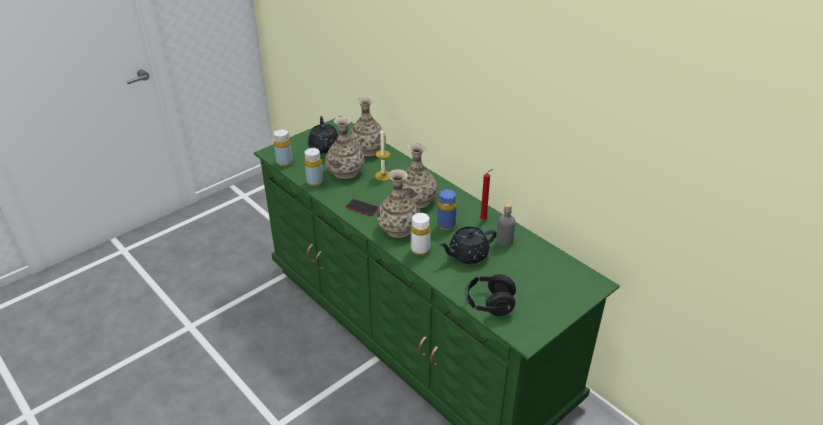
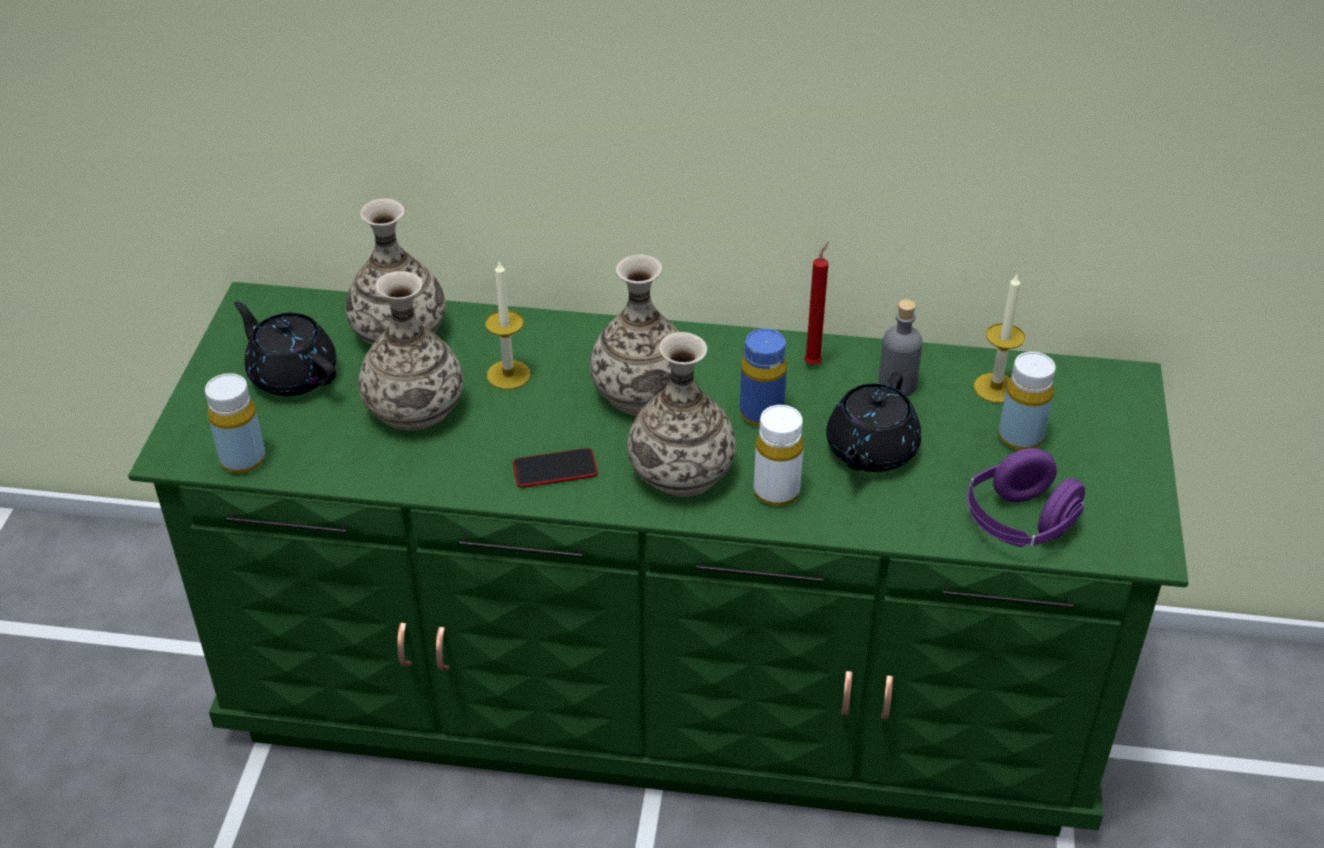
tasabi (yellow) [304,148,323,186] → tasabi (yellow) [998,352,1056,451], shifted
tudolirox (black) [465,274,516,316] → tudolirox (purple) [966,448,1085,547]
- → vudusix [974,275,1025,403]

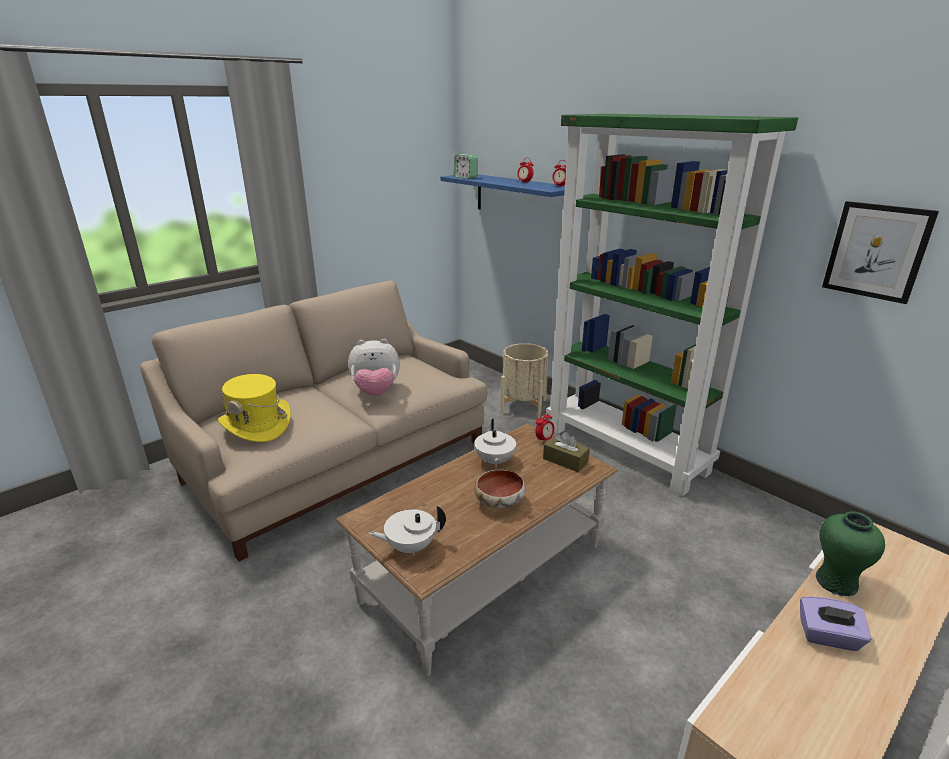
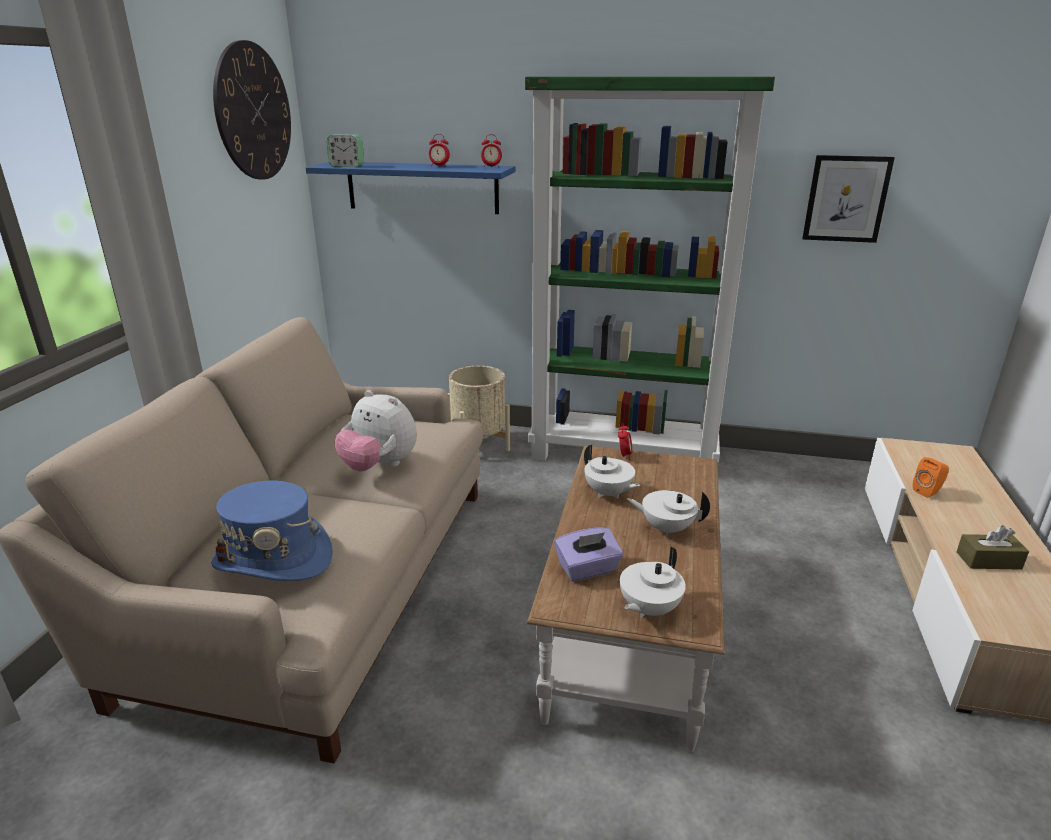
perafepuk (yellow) [218,374,291,442] → perafepuk (blue) [211,481,333,581]
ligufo [348,339,400,396] → ligufo [335,390,417,472], 75 degrees clockwise
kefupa [474,470,526,509] → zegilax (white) [627,490,710,536]
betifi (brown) [543,432,590,472] → betifi (brown) [957,525,1029,570], shifted
betifi (purple) [800,596,871,651] → betifi (purple) [555,527,623,581], shifted
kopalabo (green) [816,511,885,596] → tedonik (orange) [913,457,949,498]
- → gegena [213,40,291,180]

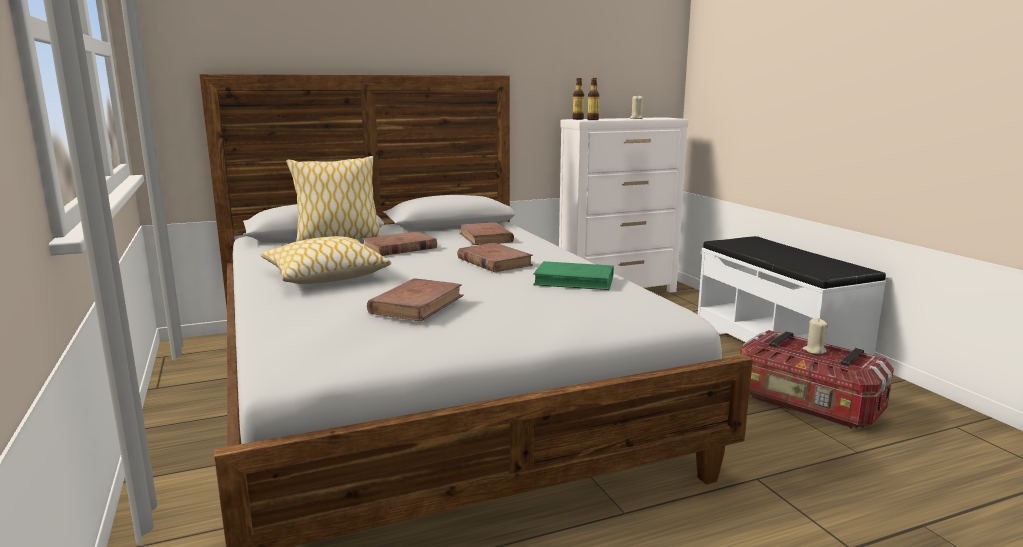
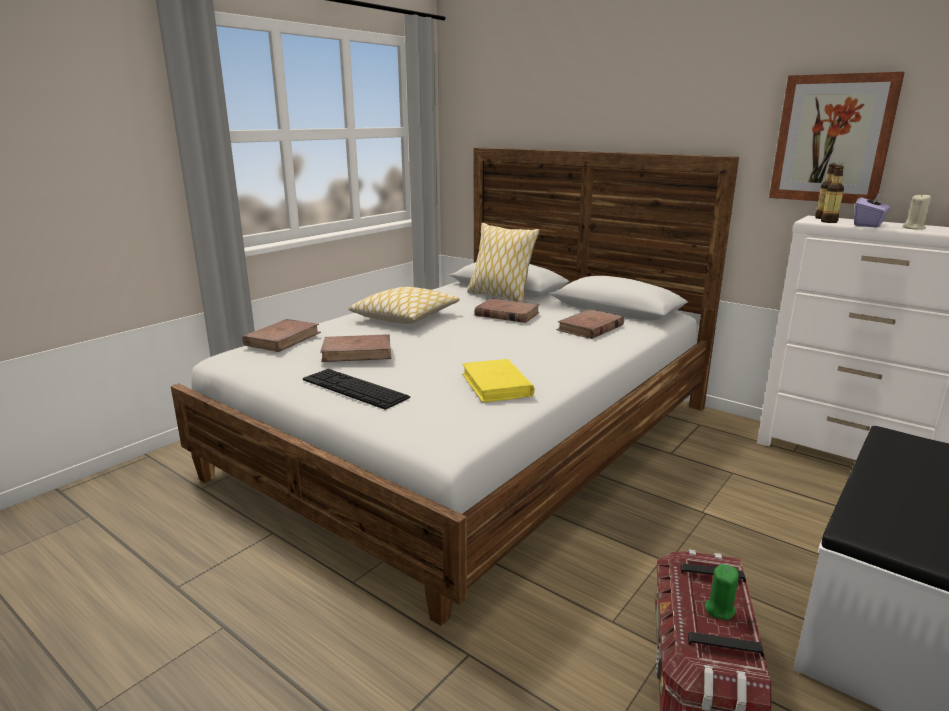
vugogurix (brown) [457,243,533,273] → vugogurix (brown) [242,319,321,352], shifted
vugogurix (green) [533,261,614,290] → vugogurix (yellow) [462,359,535,402]
vudusix (beige) [803,318,828,354] → vudusix (green) [705,564,739,620]
- → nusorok [303,369,410,410]
- → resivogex [769,72,905,204]
- → betifi (purple) [854,191,890,228]

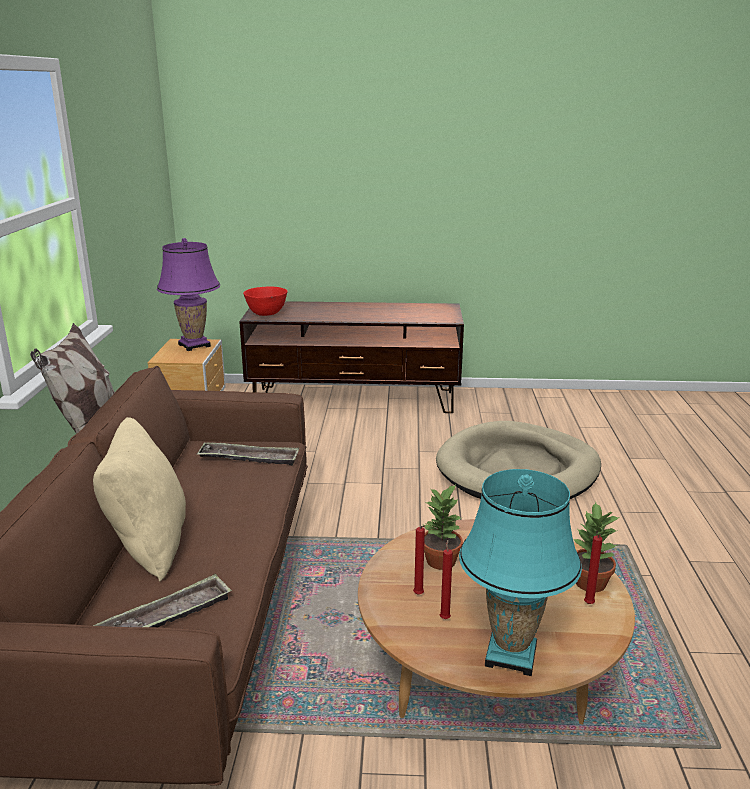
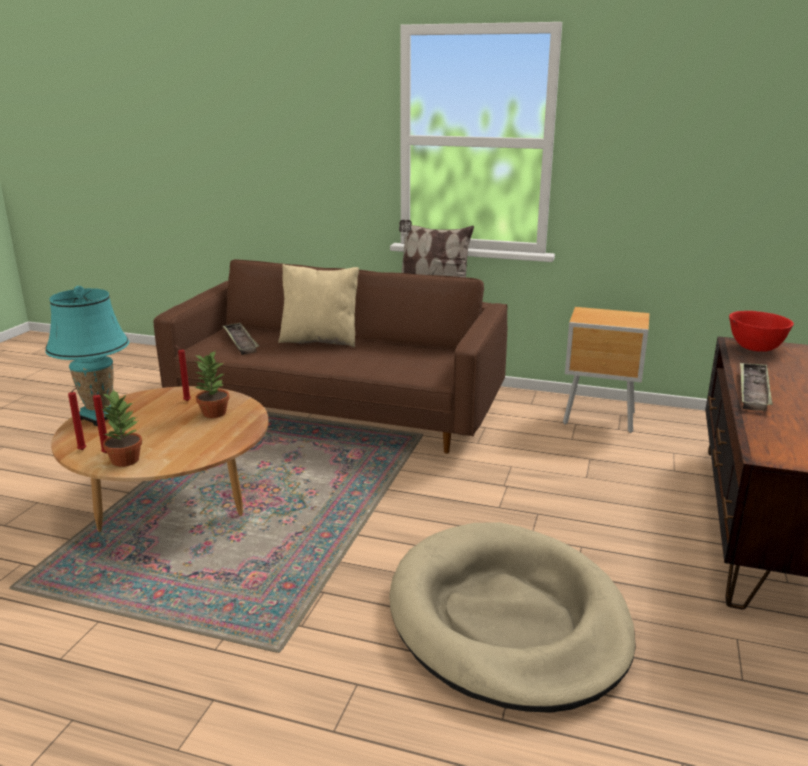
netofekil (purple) [157,238,220,351] → -
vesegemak [197,443,299,466] → vesegemak [740,362,773,411], shifted
vudusix (red) [440,539,453,619] → vudusix (red) [68,388,86,450], shifted

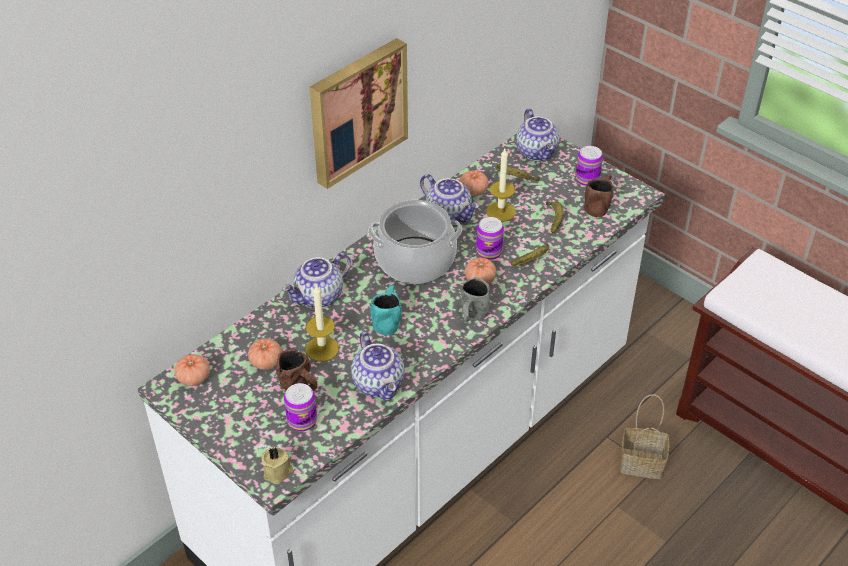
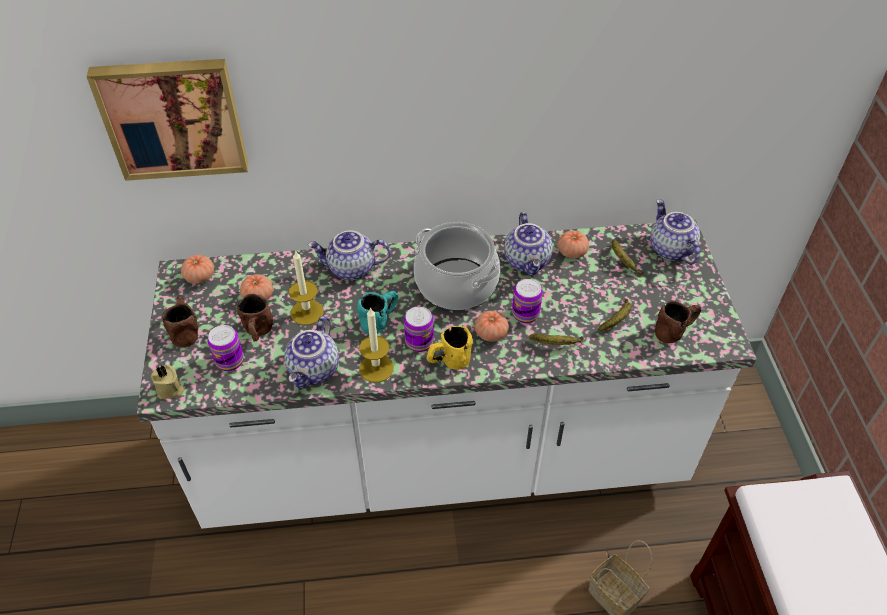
resivogex [309,38,408,189] → resivogex [86,59,248,181], shifted
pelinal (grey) [460,277,490,322] → pelinal (yellow) [427,326,473,370]
vudusix [486,149,516,222] → vudusix [359,308,394,382], shifted
zegilax [516,109,560,162] → zegilax [650,199,700,265], 135 degrees clockwise
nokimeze [576,146,603,186] → nokimeze [404,306,434,352], shifted
- → pelinal (brown) [162,295,198,347]

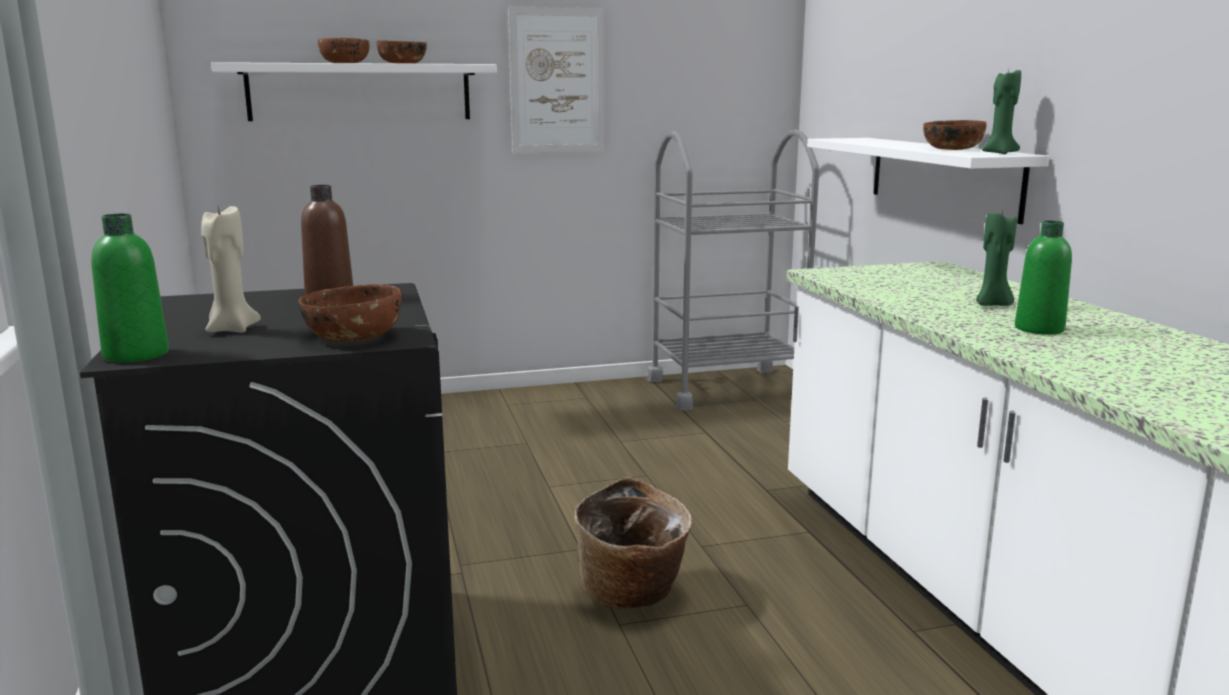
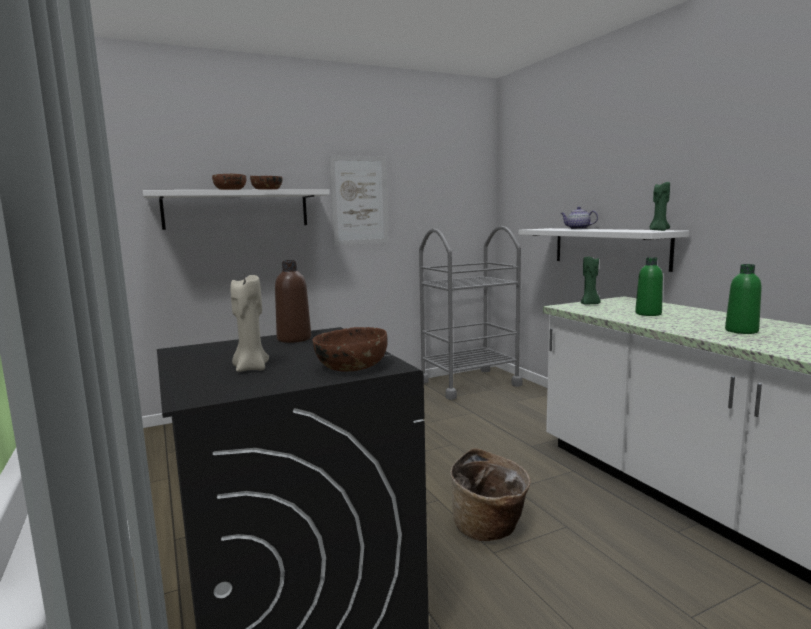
tasabi (green) [91,214,169,363] → tasabi (green) [635,257,663,316], shifted
kefupa (brown) [923,120,986,150] → -
vudusix (green) [976,210,1017,306] → vudusix (green) [581,257,601,305], shifted
- → zegilax [560,207,598,229]

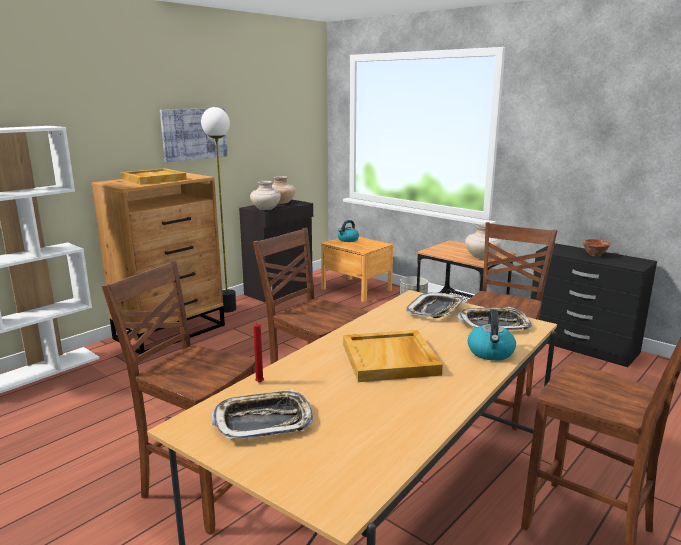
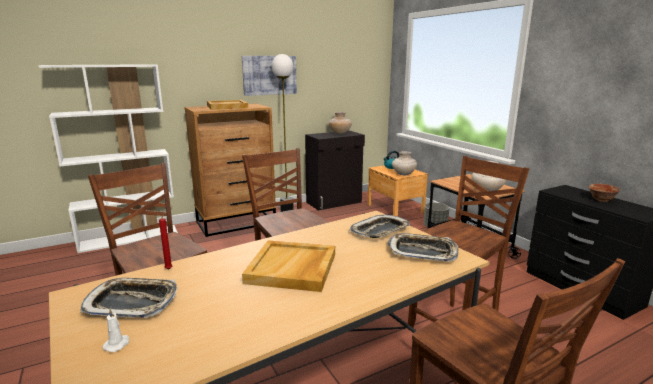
kopalabo (beige) [250,181,281,210] → kopalabo (beige) [392,151,417,175], shifted
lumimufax [468,309,516,361] → -
- → vudusix (white) [103,308,129,352]

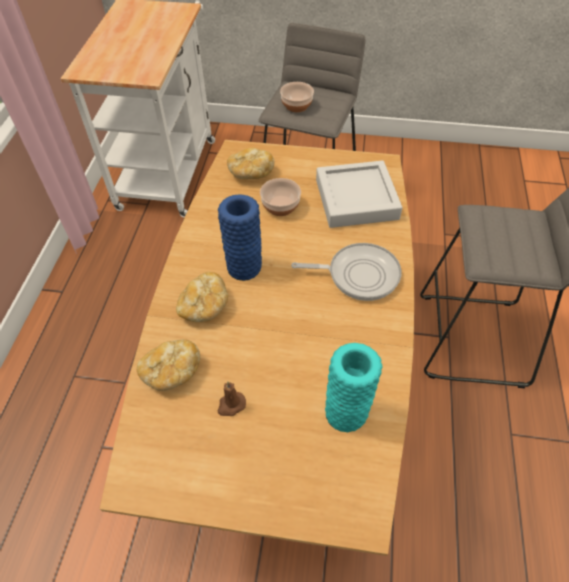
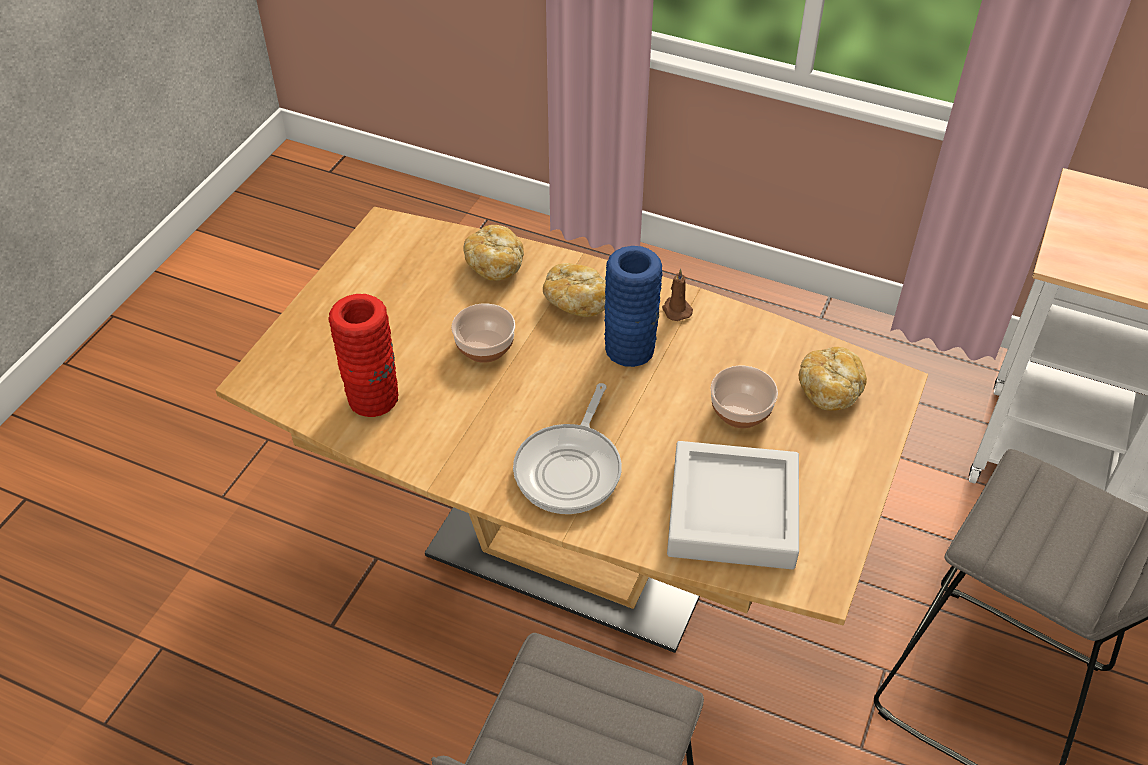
vudusix (brown) [218,382,246,416] → vudusix (brown) [662,269,693,321], shifted
kefupa [280,82,314,112] → kefupa [451,304,515,363], shifted
kopalabo (turquoise) [325,343,383,432] → kopalabo (red) [328,294,399,417]

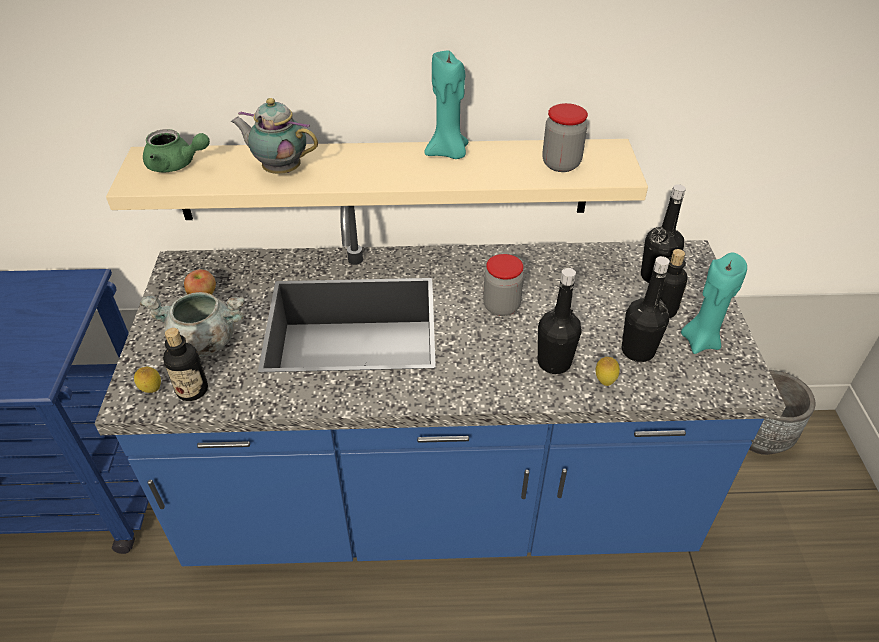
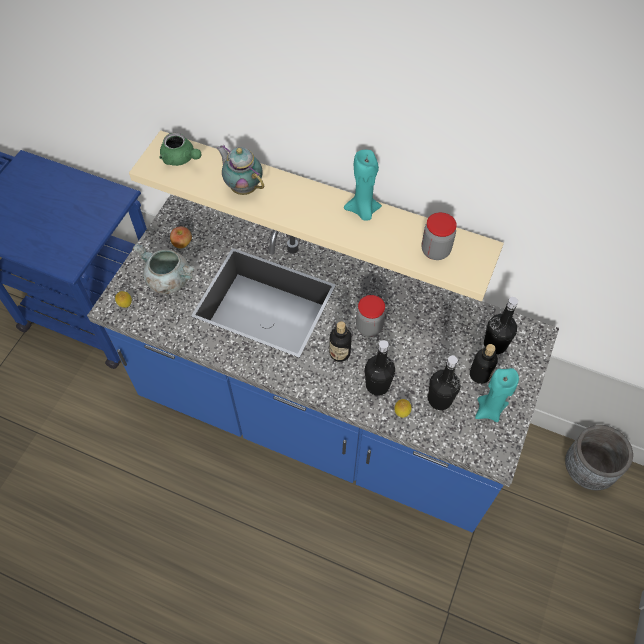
tasabi [163,328,208,401] → tasabi [329,322,352,362], shifted

